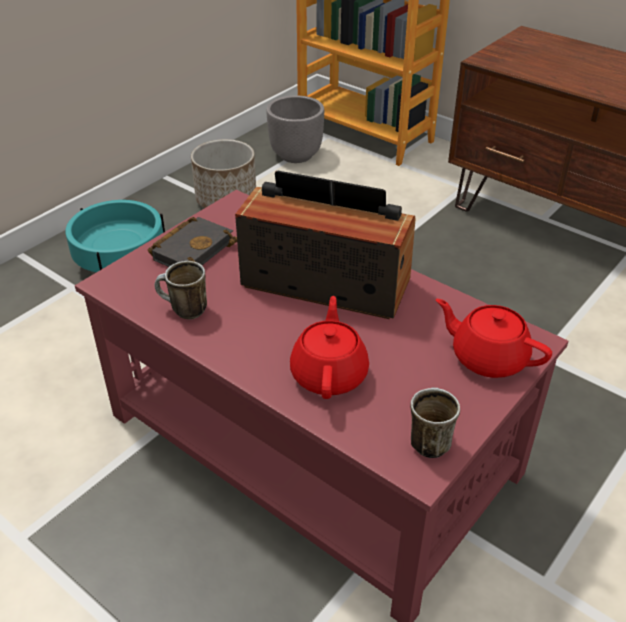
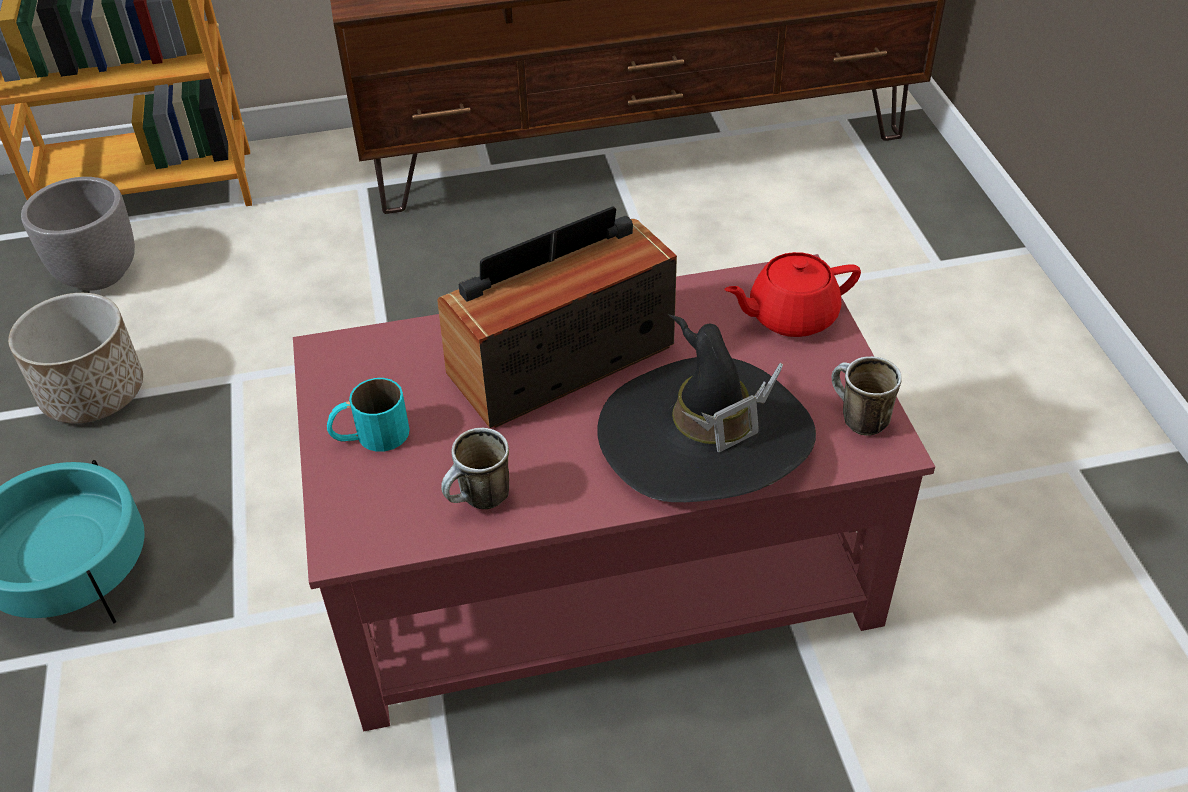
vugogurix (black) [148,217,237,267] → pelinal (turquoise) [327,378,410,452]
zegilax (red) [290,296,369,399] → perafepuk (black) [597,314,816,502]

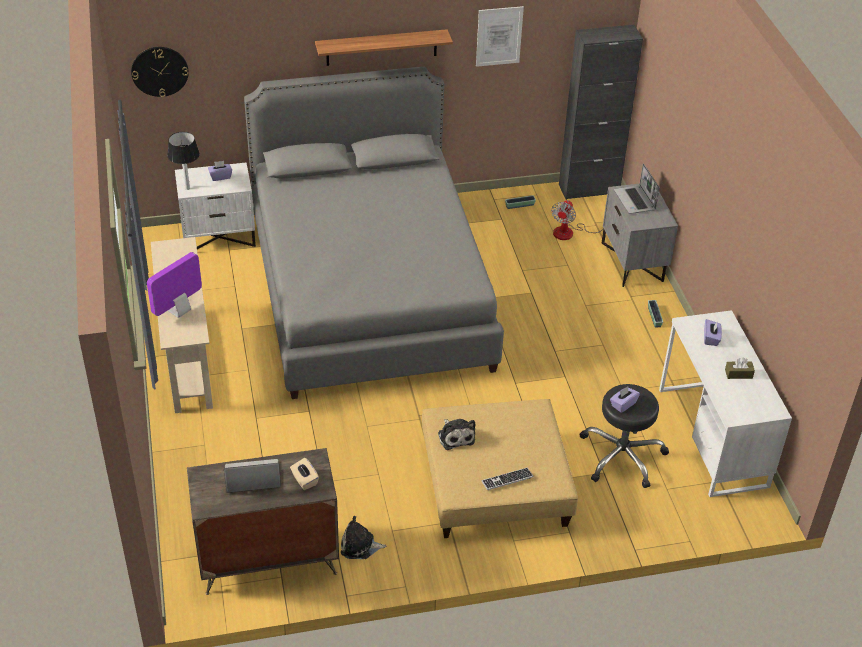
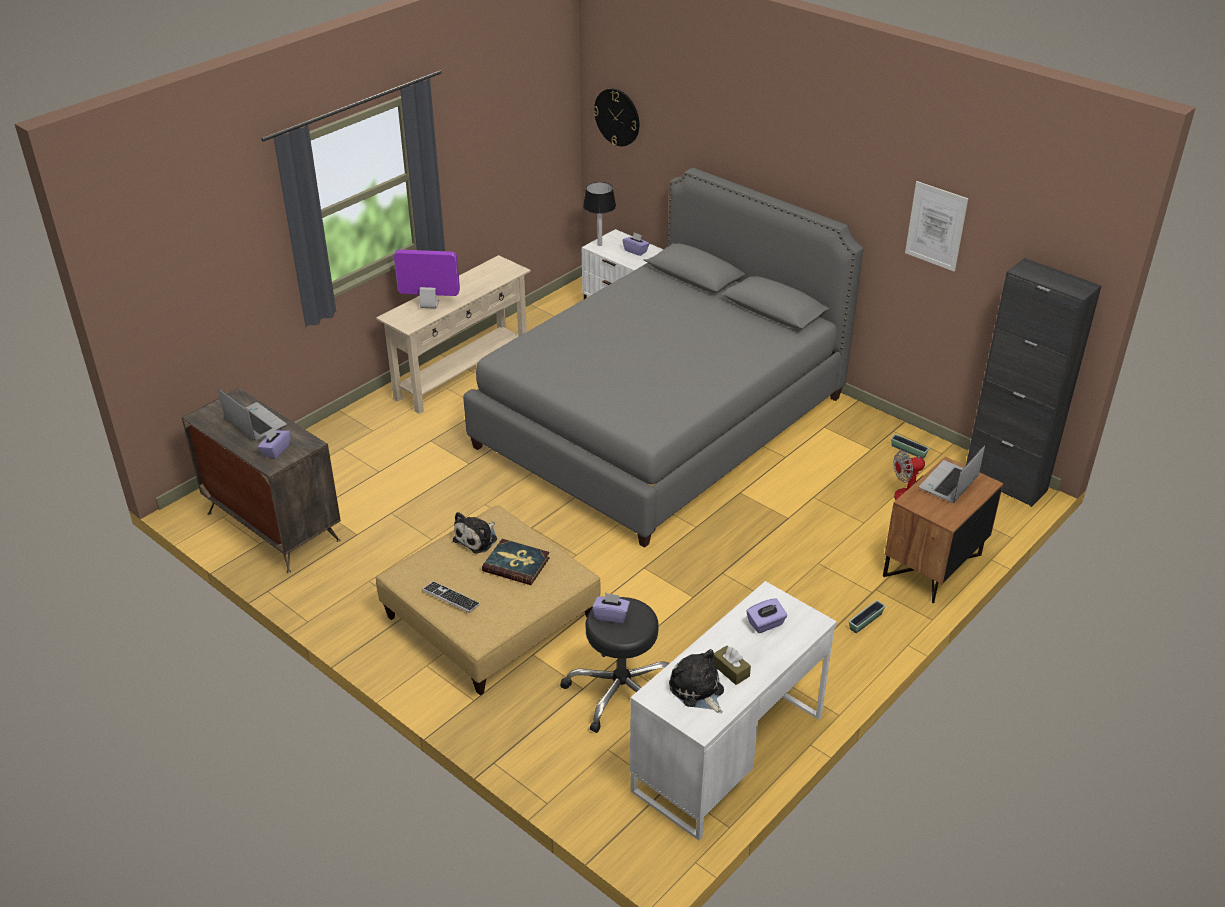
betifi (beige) [290,458,319,490] → betifi (purple) [258,427,290,459]
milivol [315,29,453,66] → -
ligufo [341,516,386,559] → ligufo [669,649,724,713], shifted
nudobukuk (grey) [601,184,678,287] → nudobukuk (brown) [883,457,1003,603]
- → vugogurix [482,539,550,585]

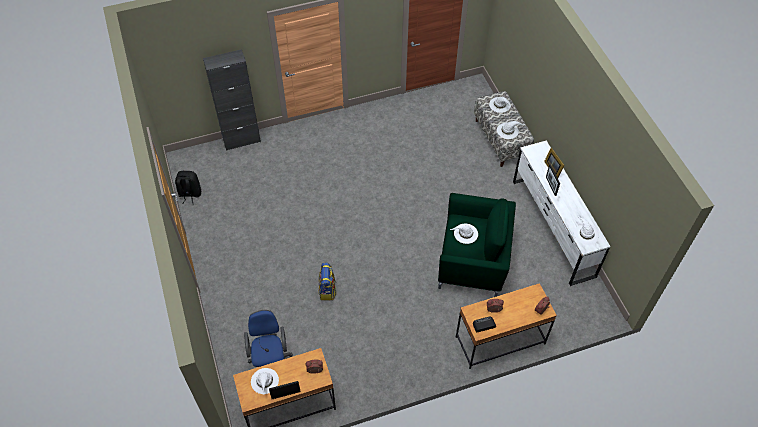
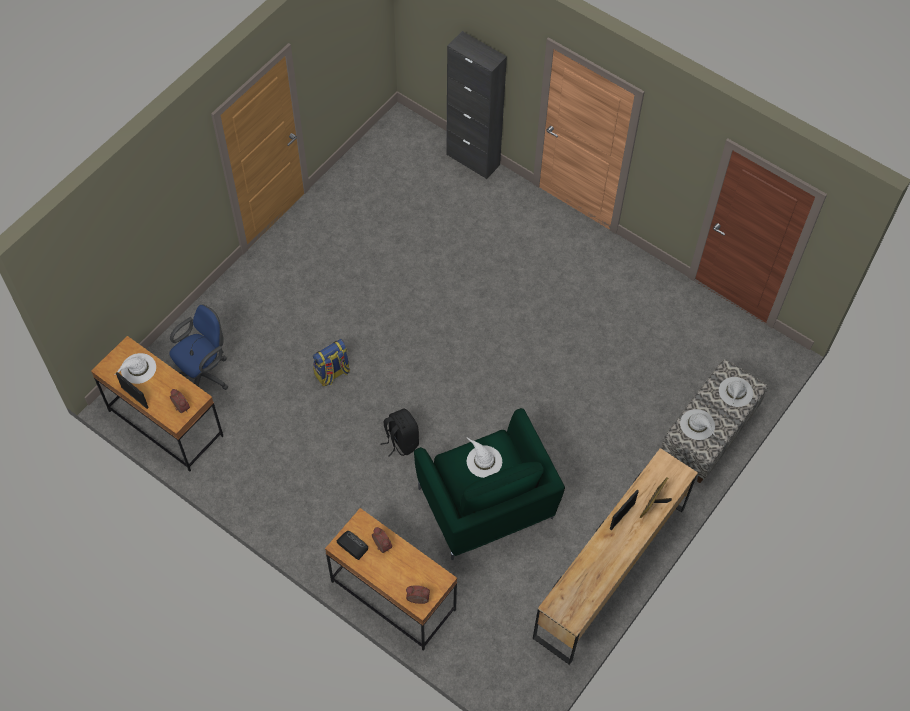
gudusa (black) [175,171,201,204] → gudusa (black) [380,408,419,457], shifted
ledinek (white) [513,140,611,286] → ledinek (brown) [533,448,698,665]
perafepuk (white) [574,216,599,245] → -

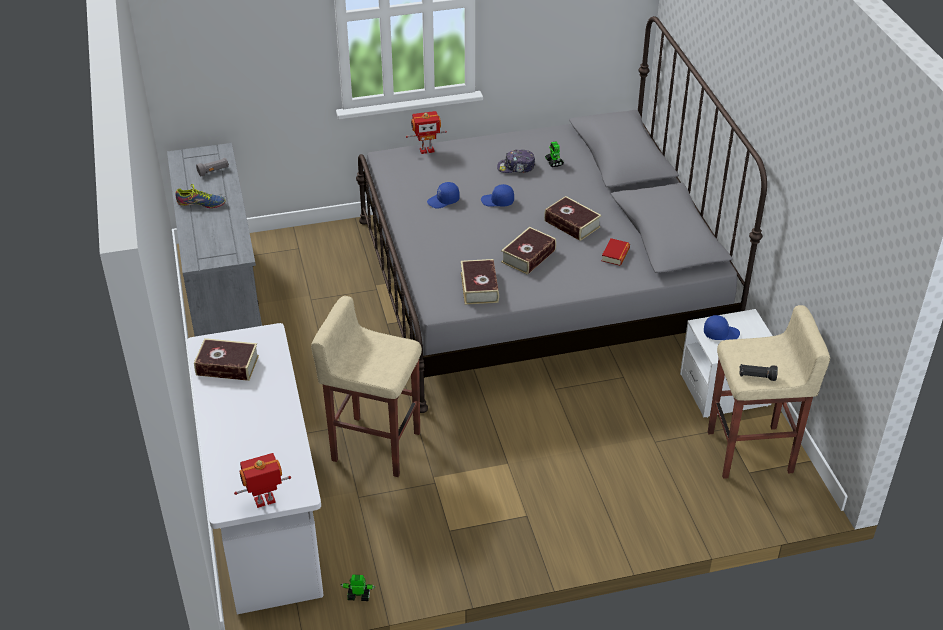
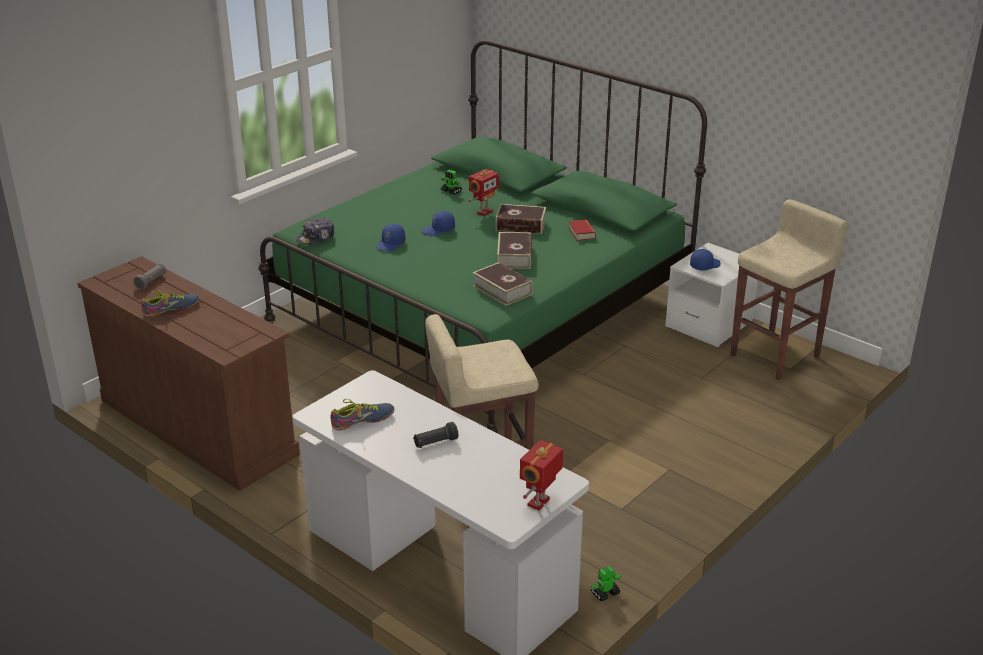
ledinek (grey) [167,143,262,336] → ledinek (brown) [78,256,300,491]
vugogurix [194,338,259,381] → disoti [331,399,394,430]
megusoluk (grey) [356,16,767,413] → megusoluk (green) [258,40,707,433]
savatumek [406,111,447,154] → savatumek [468,169,499,216], shifted
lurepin [497,150,535,173] → lurepin [296,217,334,245], shifted
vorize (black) [739,364,778,381] → vorize (black) [413,422,458,448], shifted

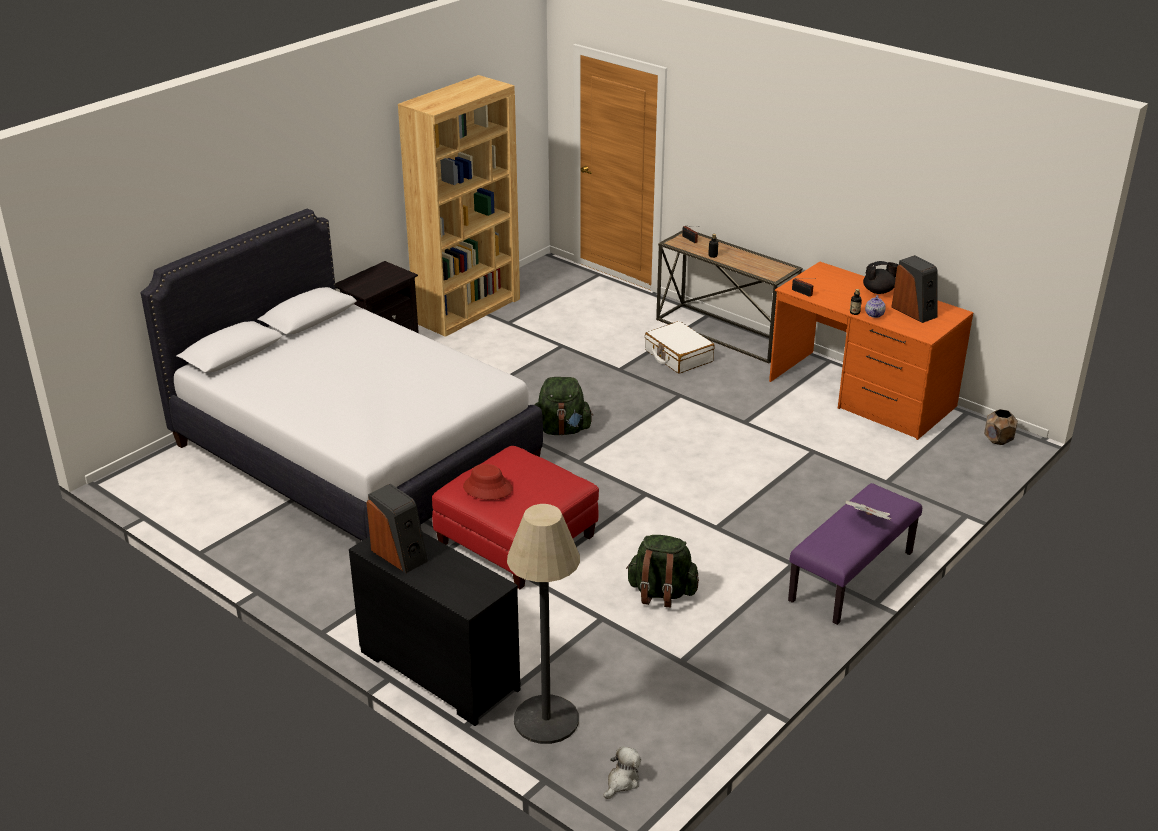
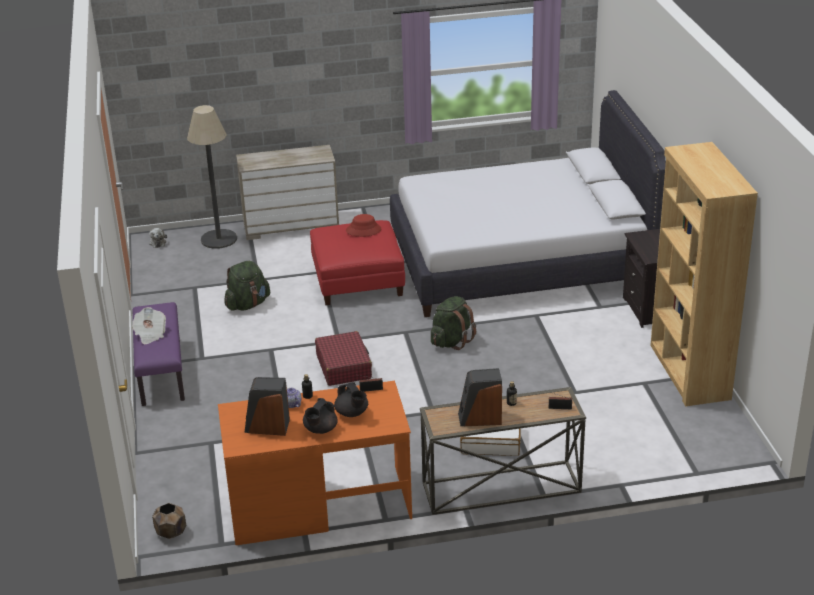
ledinek (black) [349,532,521,726] → ledinek (beige) [236,145,339,240]
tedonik [366,483,428,573] → tedonik [458,368,502,426], shifted
- → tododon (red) [315,331,372,386]
- → zegilax (black) [334,382,368,417]

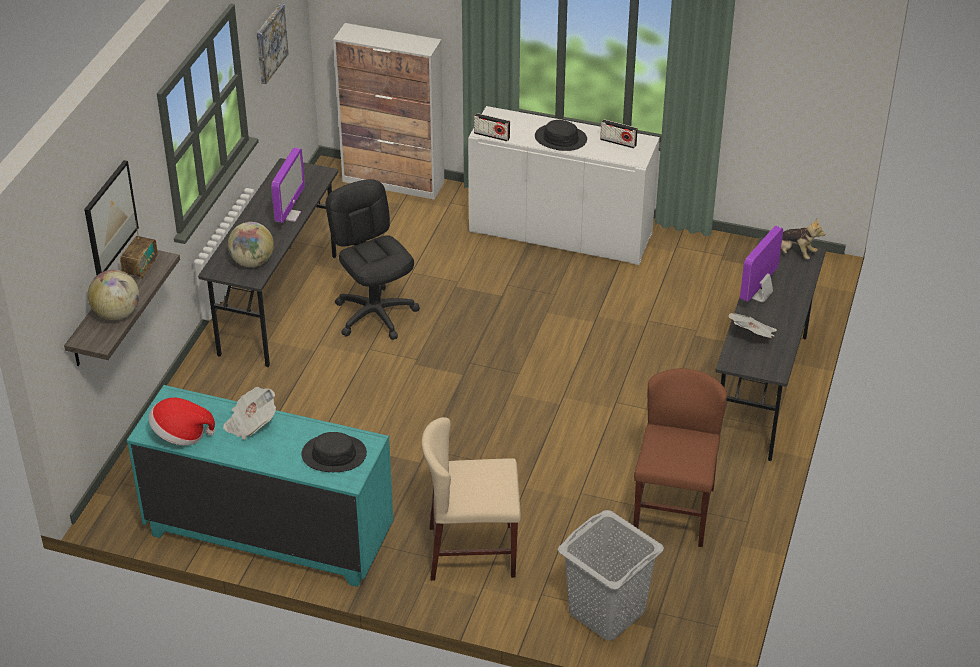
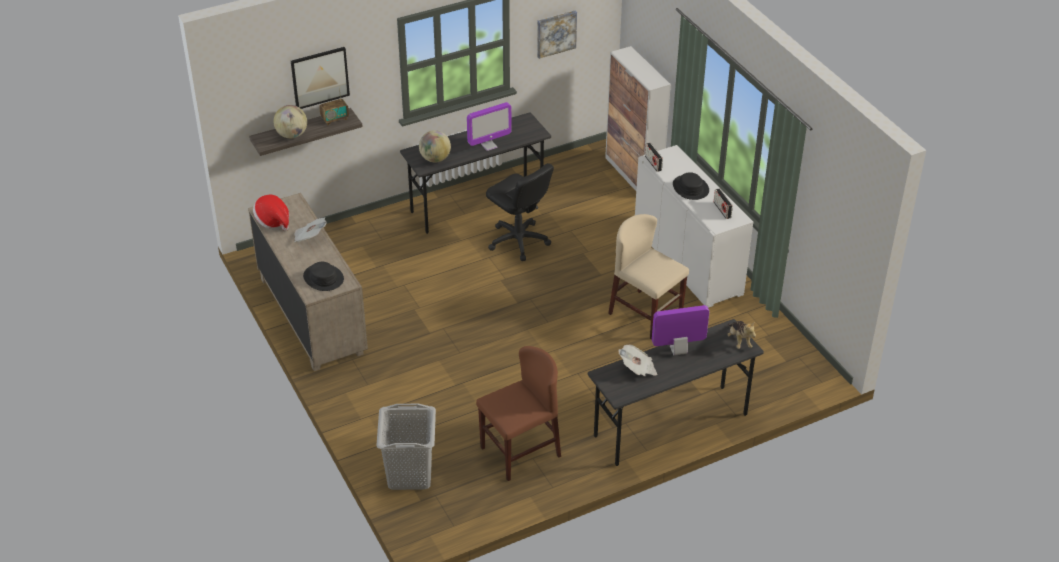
ledinek (turquoise) [127,385,393,587] → ledinek (beige) [248,193,368,371]
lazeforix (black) [325,179,420,340] → lazeforix (black) [486,163,554,261], 120 degrees clockwise
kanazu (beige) [422,417,521,581] → kanazu (beige) [608,214,689,339], shifted

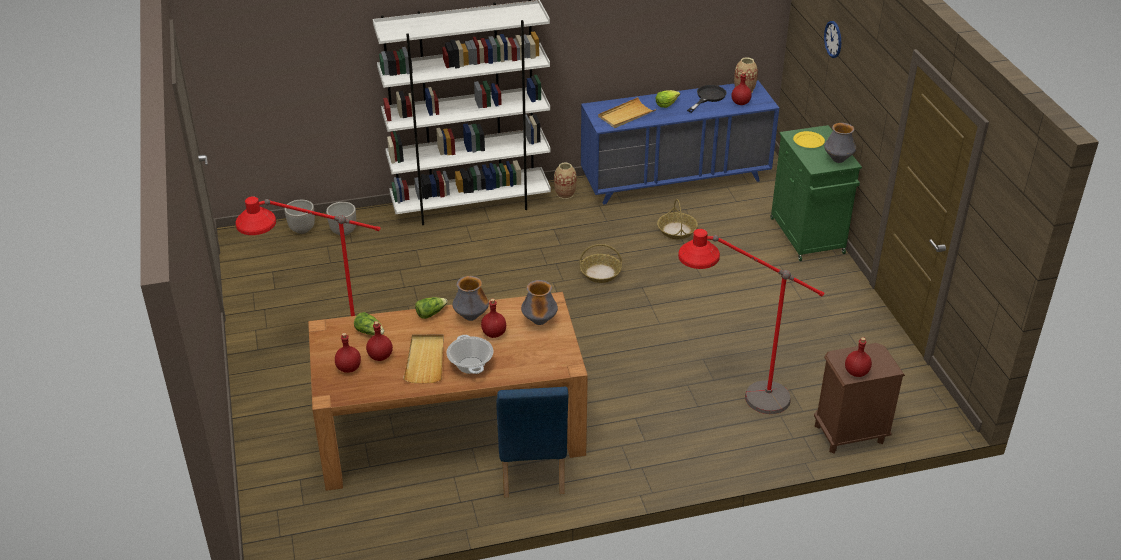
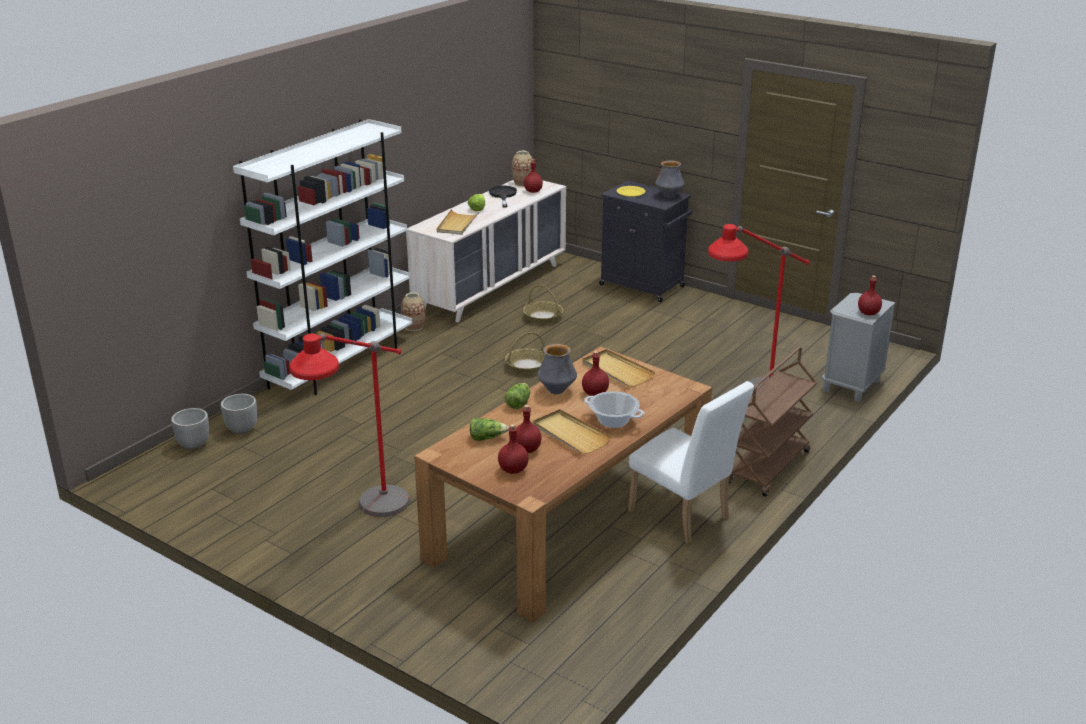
kanazu (blue) [496,387,568,497] → kanazu (white) [628,381,754,545]
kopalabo [521,280,558,325] → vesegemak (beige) [582,349,655,387]
ledinek (blue) [581,80,779,205] → ledinek (beige) [406,180,566,322]
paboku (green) [770,125,862,261] → paboku (black) [599,181,692,302]
nudobukuk (brown) [814,343,905,454] → nudobukuk (grey) [822,293,896,402]
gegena [824,21,841,58] → -
- → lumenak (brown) [729,347,817,497]

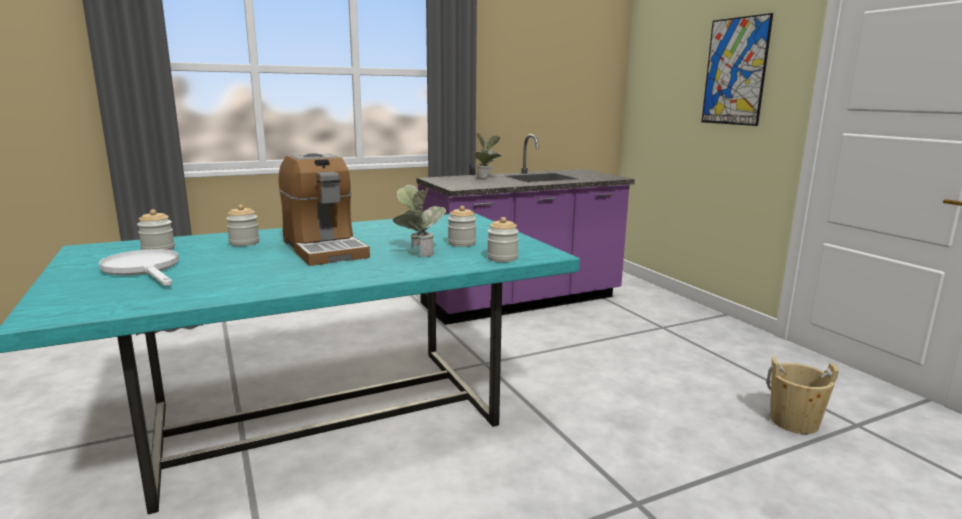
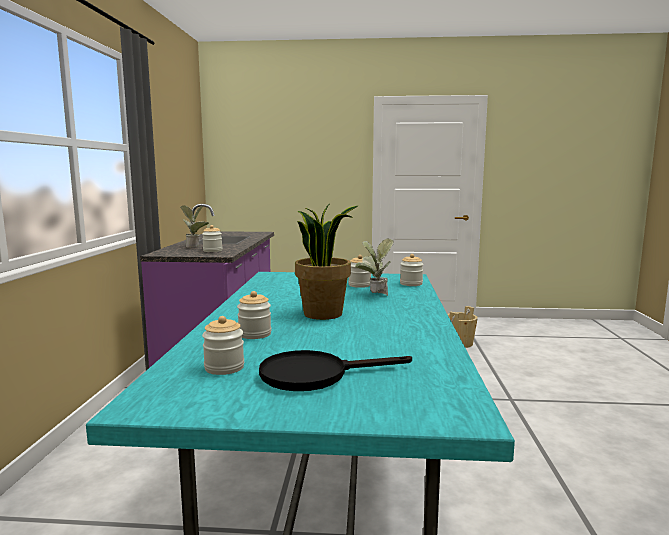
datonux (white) [99,249,179,286] → datonux (black) [259,350,412,391]
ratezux [278,153,370,266] → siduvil [295,203,357,320]
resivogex [702,13,773,126] → -
- → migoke [202,225,222,252]

